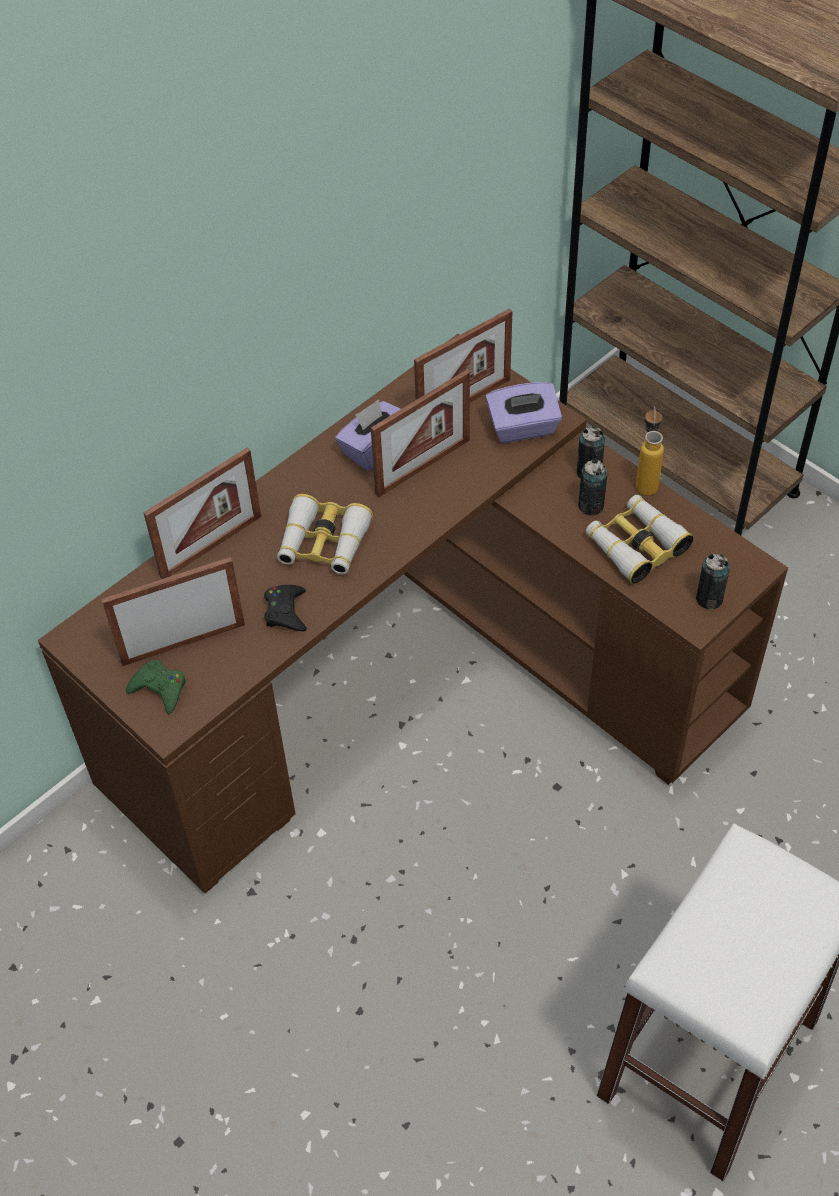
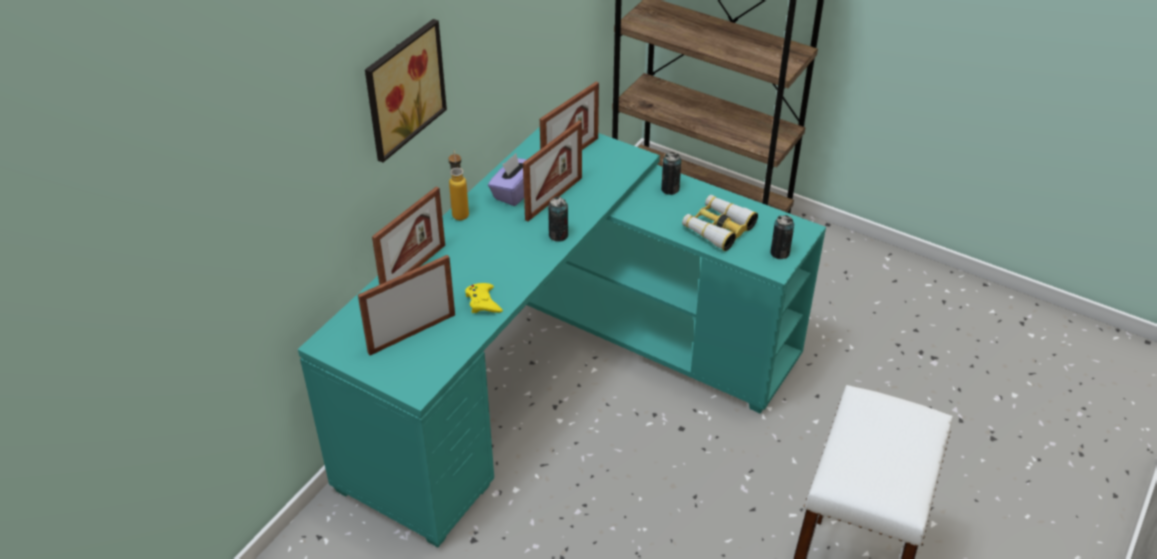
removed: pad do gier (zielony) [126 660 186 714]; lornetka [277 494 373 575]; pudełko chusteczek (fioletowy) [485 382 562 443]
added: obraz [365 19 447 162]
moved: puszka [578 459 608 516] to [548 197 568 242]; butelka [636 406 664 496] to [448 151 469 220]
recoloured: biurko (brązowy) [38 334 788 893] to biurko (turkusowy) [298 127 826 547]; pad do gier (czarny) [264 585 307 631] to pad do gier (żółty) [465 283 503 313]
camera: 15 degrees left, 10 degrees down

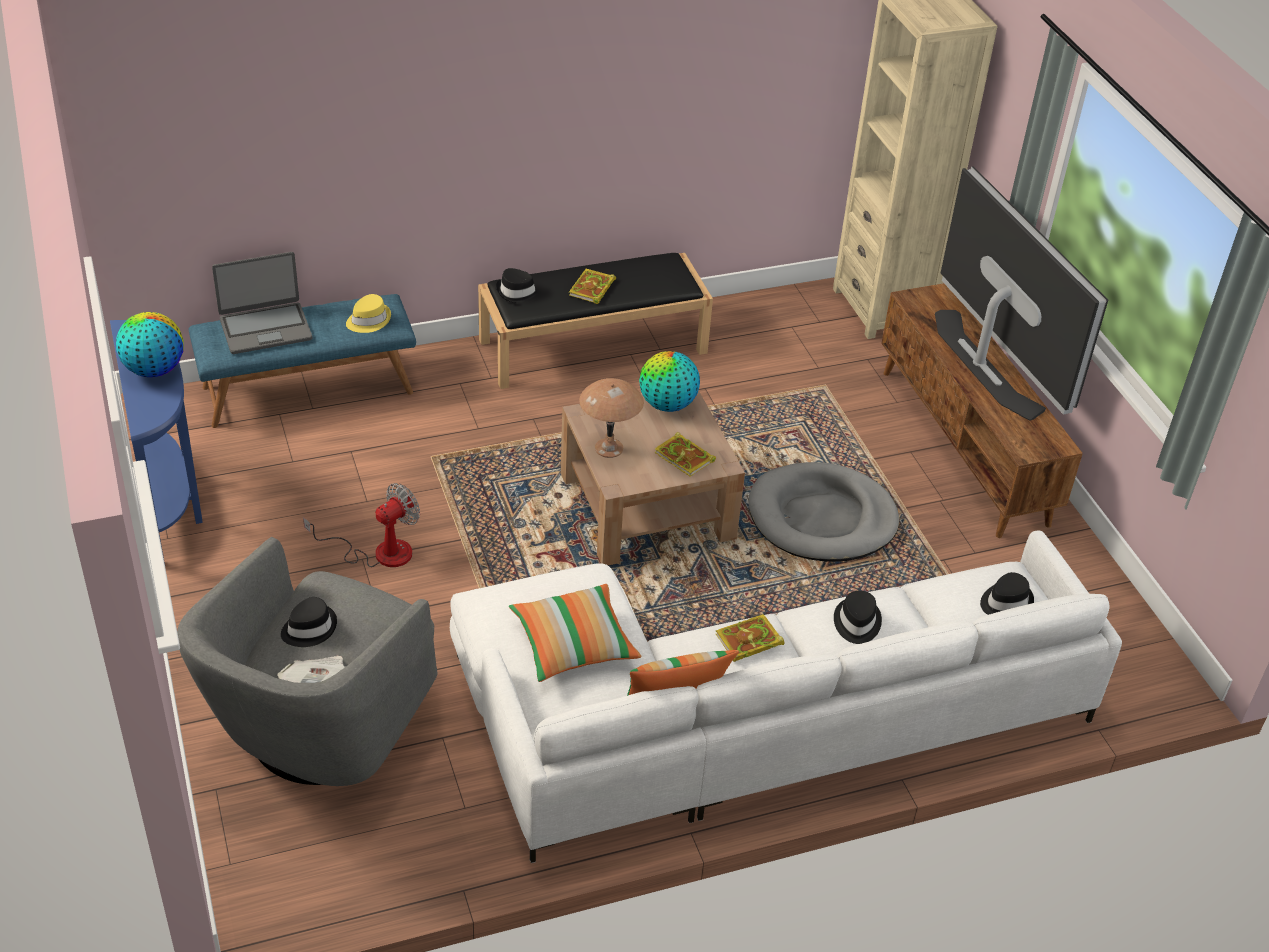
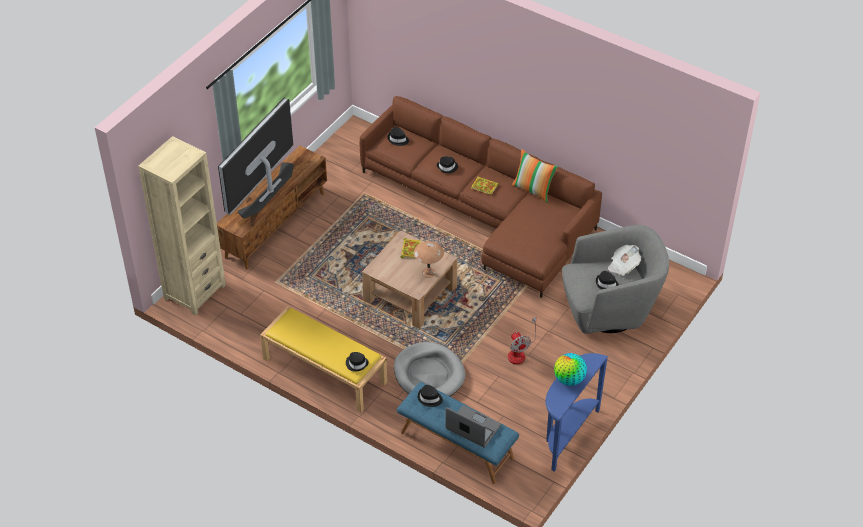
removed: poduszka [509 584 641 682]; książka [569 269 616 304]; globus [639 351 700 412]
moved: legowisko (szary) [749 462 899 561] to [394 342 465 396]
recoloured: kapelusz (żółty) [346 294 391 333] to kapelusz (czarny) [418 385 443 407]; kanapa (biały) [450 530 1122 863] to kanapa (brązowy) [360 96 602 298]; ławka (czarny) [478 253 713 389] to ławka (żółty) [260 306 387 412]
turned: wentylator [303 483 420 567] = [508 317 536 364] 120 degrees counterclockwise
camera: 125 degrees left, 5 degrees up

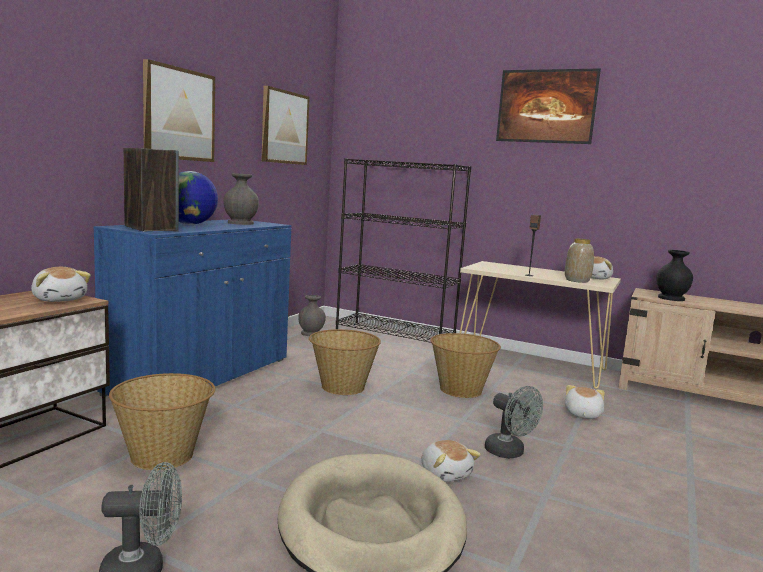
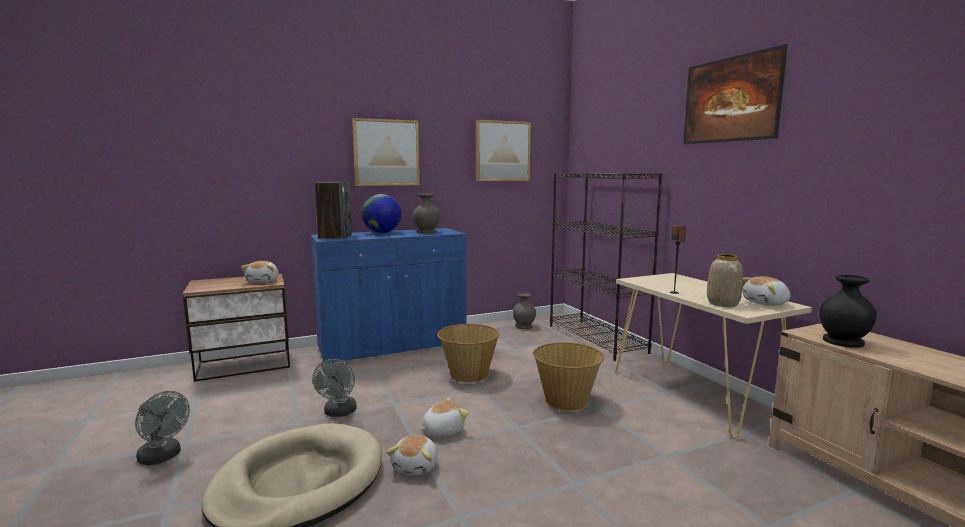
removed: koszyk [109 373 216 470]
moved: wentylator (szary) [485 386 543 458] to [312 359 356 417]; pluszak [565 385 605 419] to [420 398 469 437]
camera: 40 degrees right, 0 degrees up

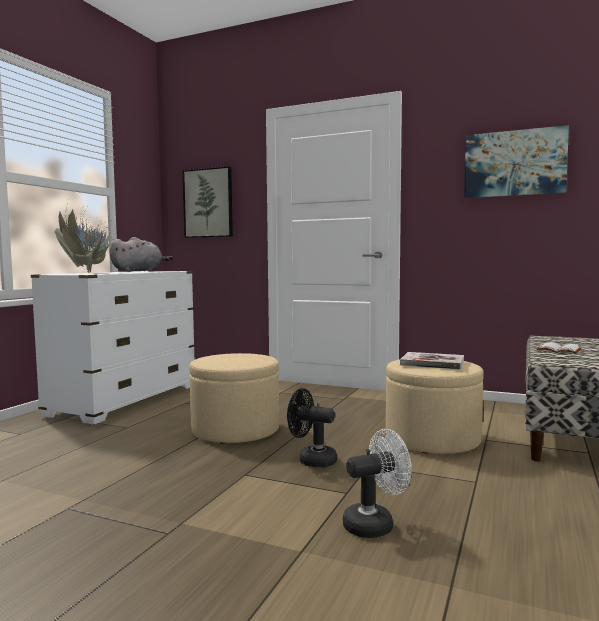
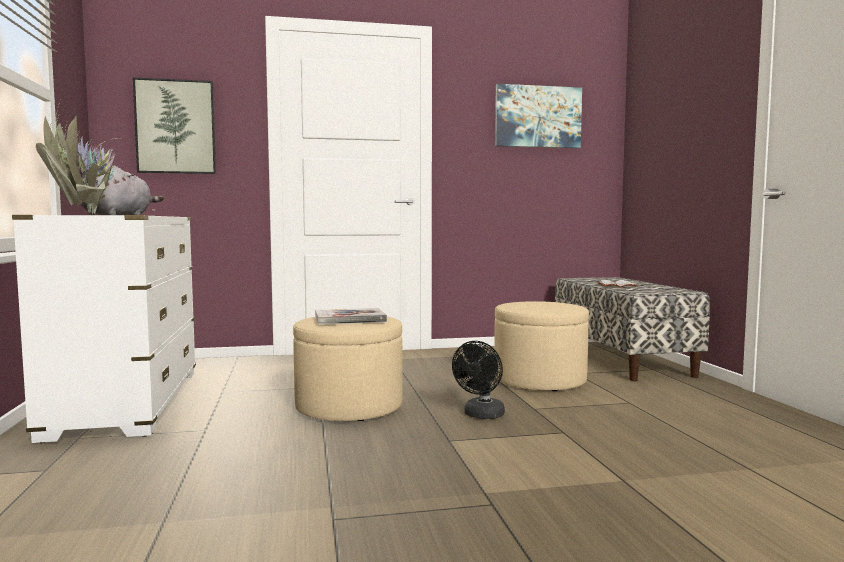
removed: wentylator (biały) [343 429 412 538]
moved: książka [400 352 464 370] to [315 308 387 325]
turned: wentylator (czarny) [287 388 337 467] = [452 341 505 419] 45 degrees counterclockwise
camera: 35 degrees left, 0 degrees up

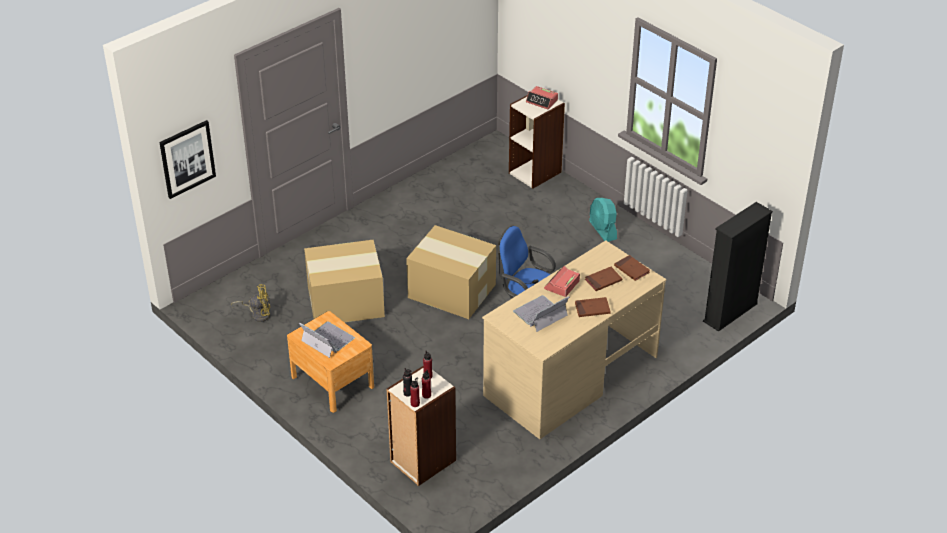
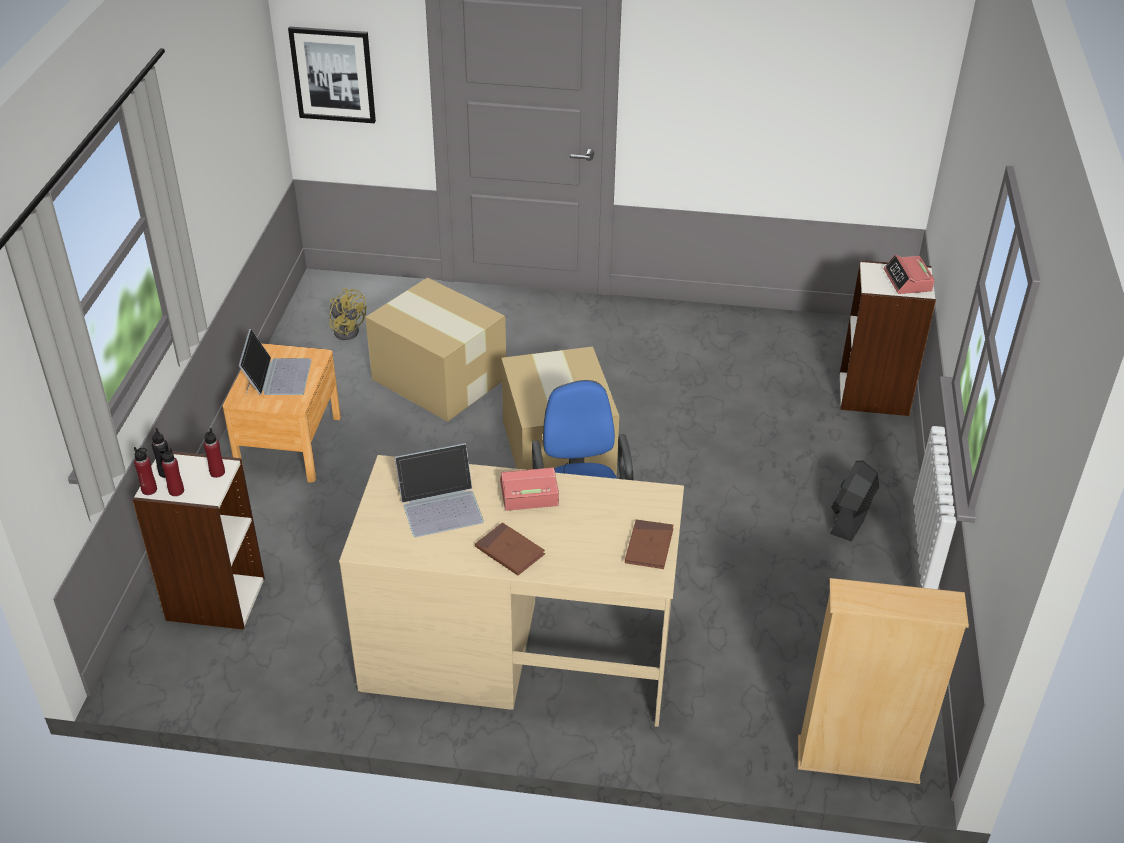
removed: książka (brązowy) [585 267 622 291]
recoloured: wentylator (turkusowy) [589 198 617 242] to wentylator (czarny) [830 460 879 541]; regał (czarny) [703 202 773 332] to regał (beżowy) [798 578 969 784]
turned: laptop [513 295 569 332] = [395 443 484 537] 150 degrees clockwise
camera: 50 degrees right, 0 degrees up

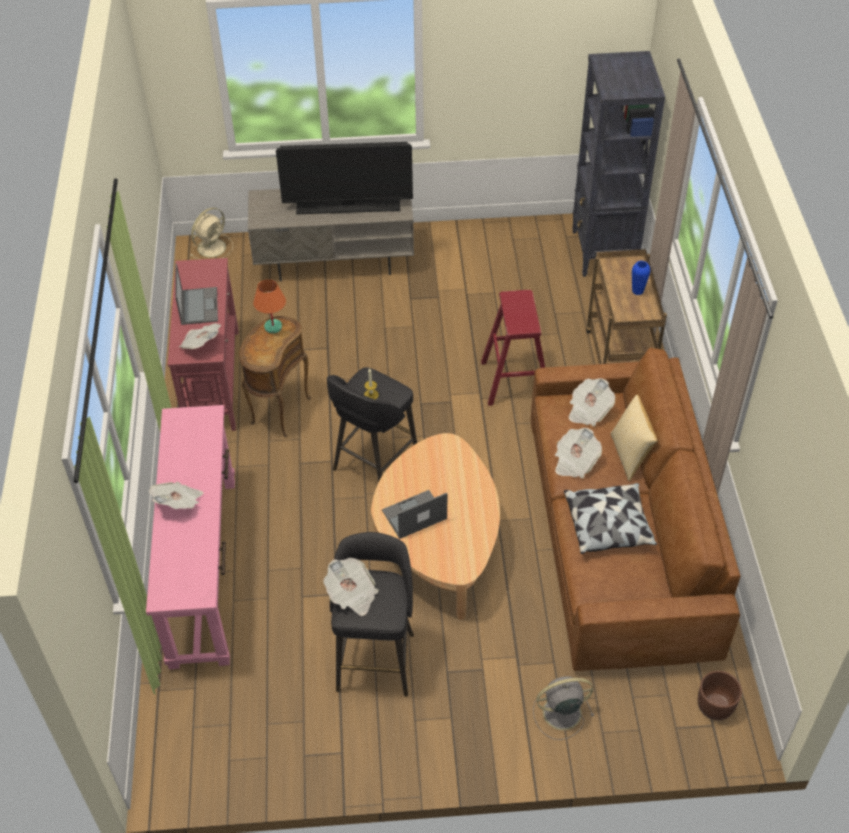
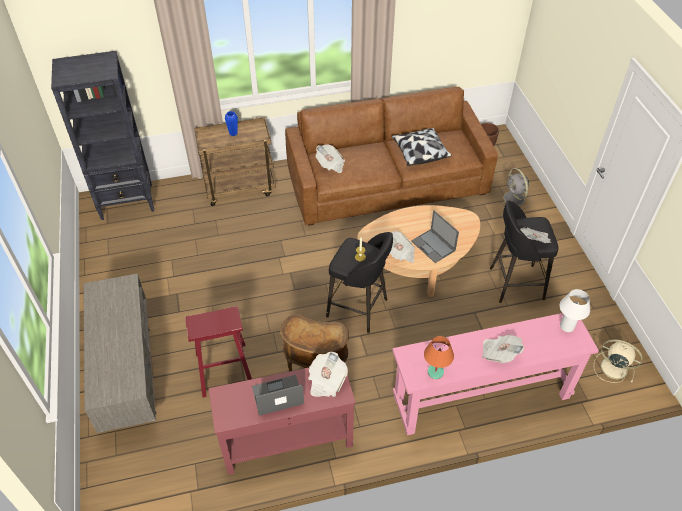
removed: telewizor [276 142 413 214]; poduszka [610 395 658 481]
added: lampa stołowa (biały) [560 289 590 332]
moved: wentylator (beżowy) [190 208 233 260] to [594 339 643 383]; lampa stołowa (pomarańczowy) [253 279 286 334] to [424 336 454 379]; stołek (czerwony) [481 290 545 406] to [185 306 252 398]; gazeta [555 428 602 478] to [390 231 415 263]
camera: 100 degrees left, 0 degrees up

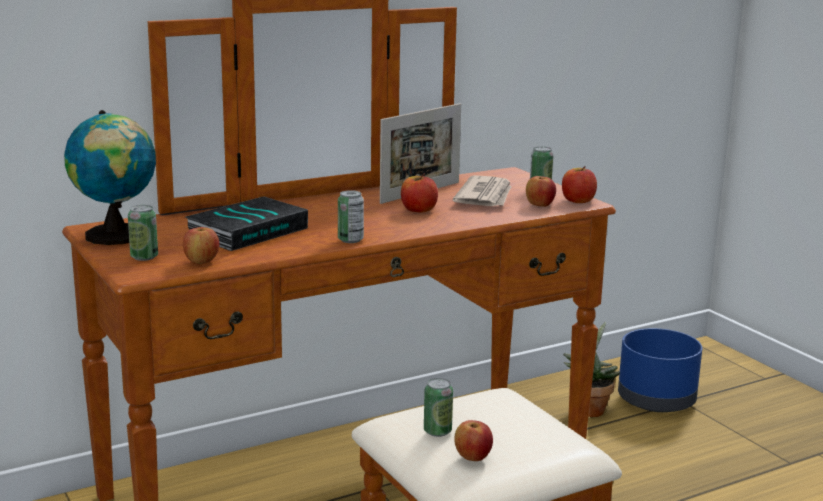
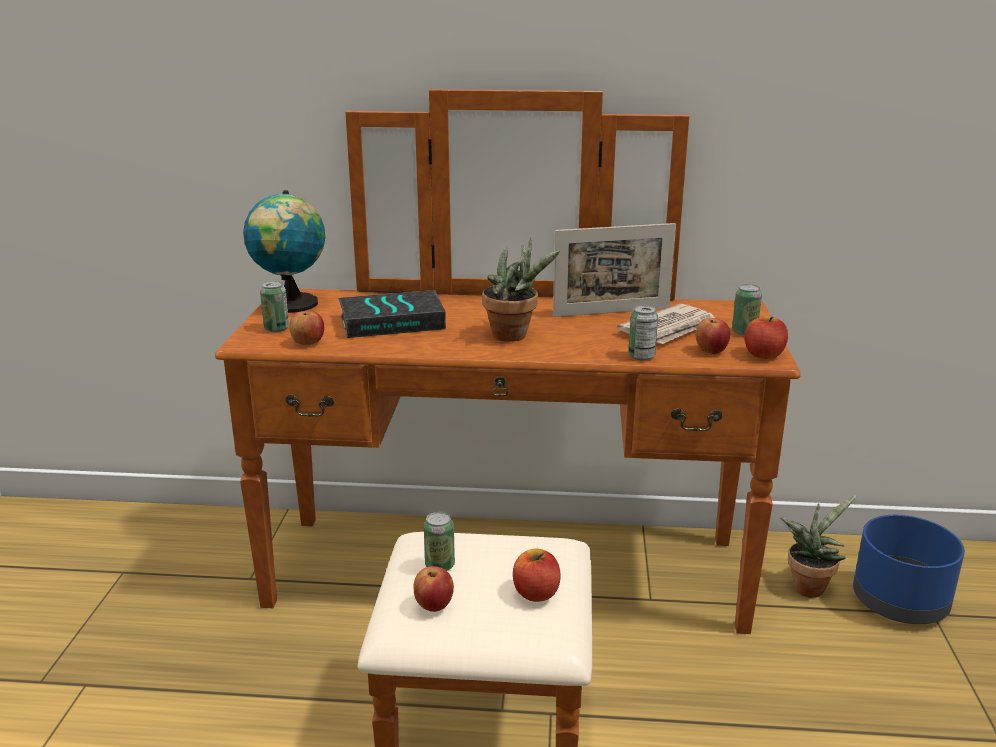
added: roślina doniczkowa [482 237 560 342]
moved: puszka [338 190 364 243] to [628 305 658 361]; jabłko [401 173 438 213] to [513 548 561 602]
camera: 35 degrees right, 5 degrees up

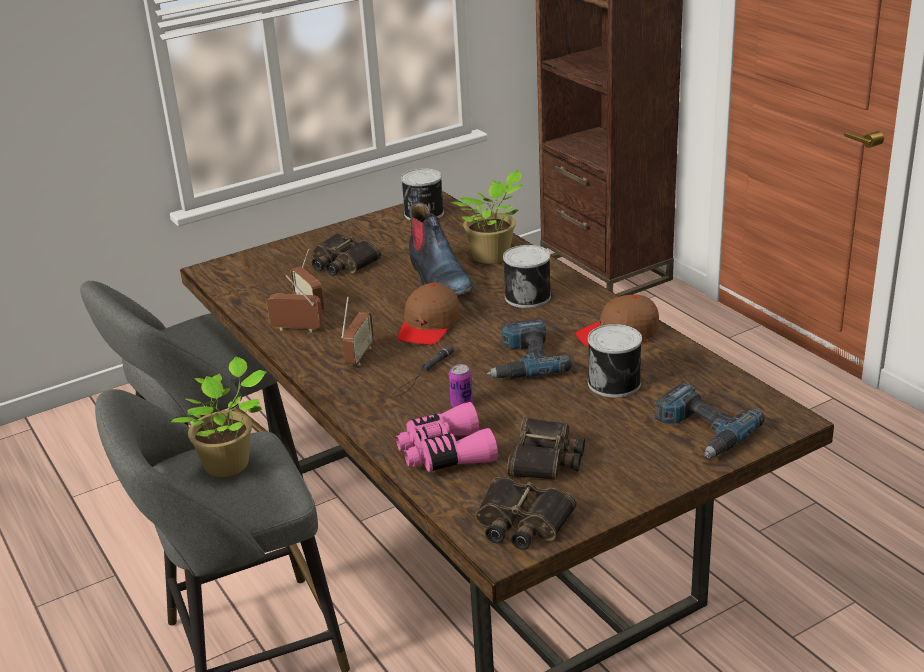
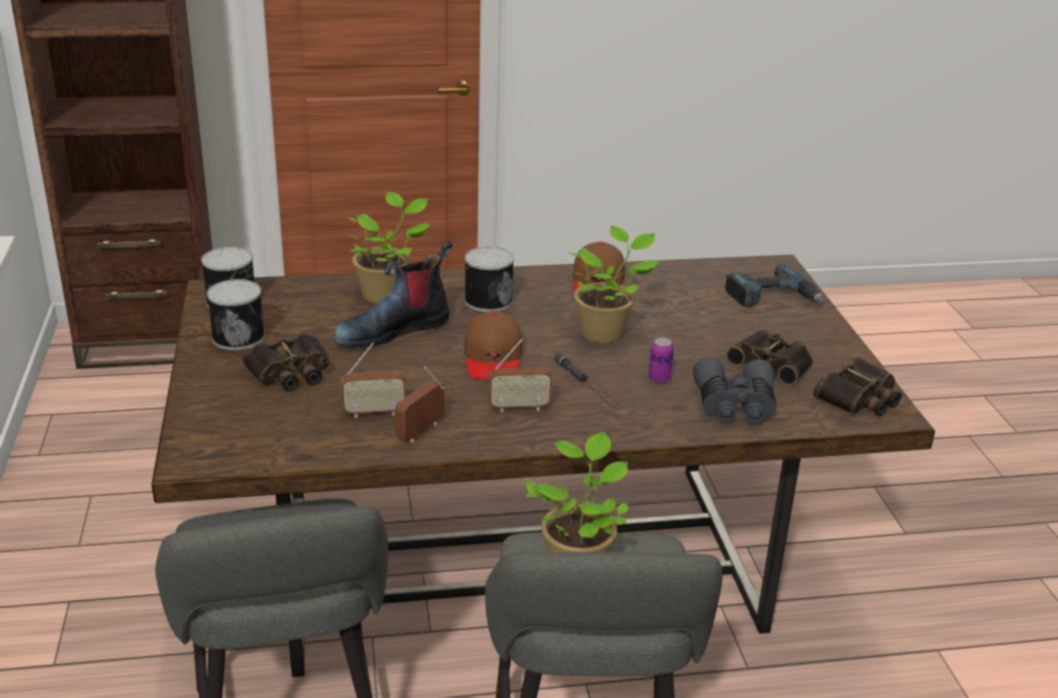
moved: puszka [588 324 642 398] to [207 279 265 350]
replaced: wiertarka [487 319 572 379] to roślina doniczkowa [568 226 660 343]
recoloured: lornetka (różowy) [396 402 498 472] to lornetka (szary) [693 357 777 422]
turned: radio [341 296 374 366] = [488 339 552 413] 135 degrees clockwise; czapka z daszkiem (brązowy) [398 282 460 345] = [464 311 522 379] 45 degrees clockwise; but z cholewką [409 188 473 295] = [334 241 452 347] 150 degrees clockwise
camera: 70 degrees left, 0 degrees up

